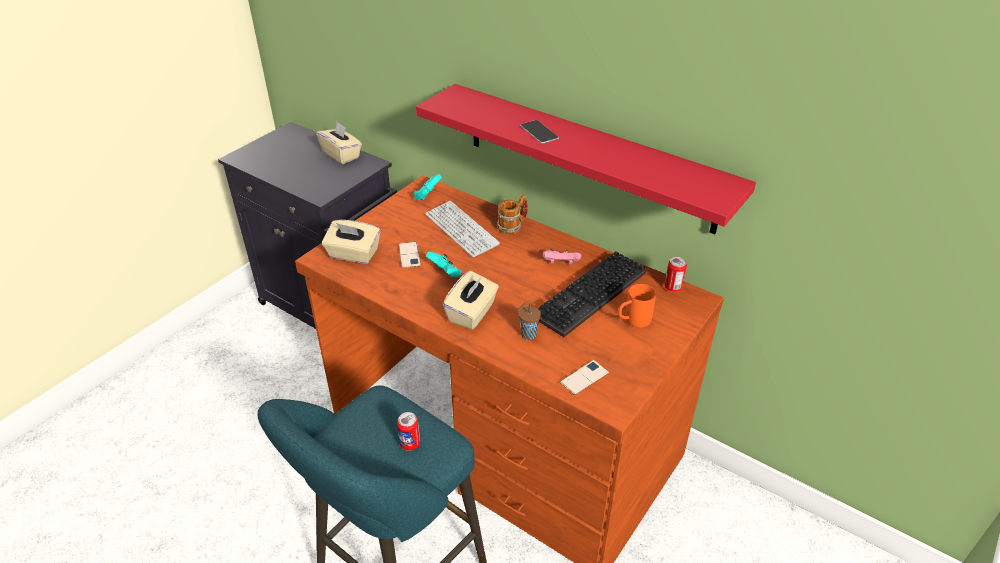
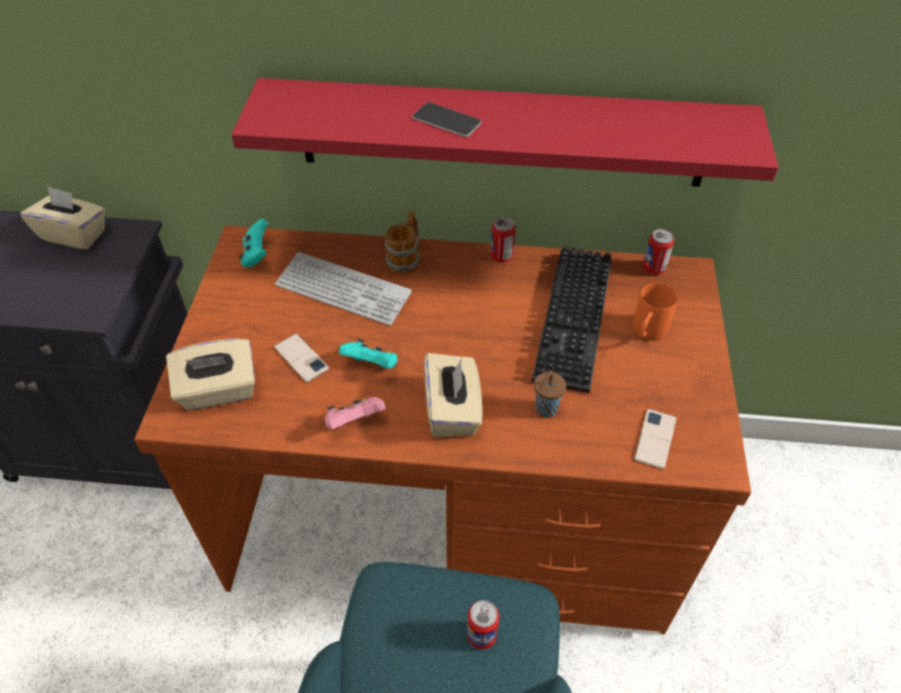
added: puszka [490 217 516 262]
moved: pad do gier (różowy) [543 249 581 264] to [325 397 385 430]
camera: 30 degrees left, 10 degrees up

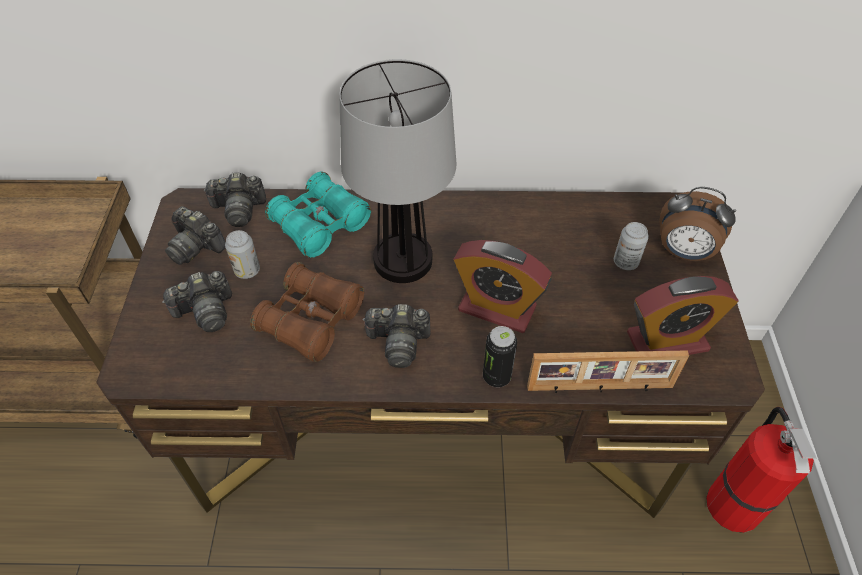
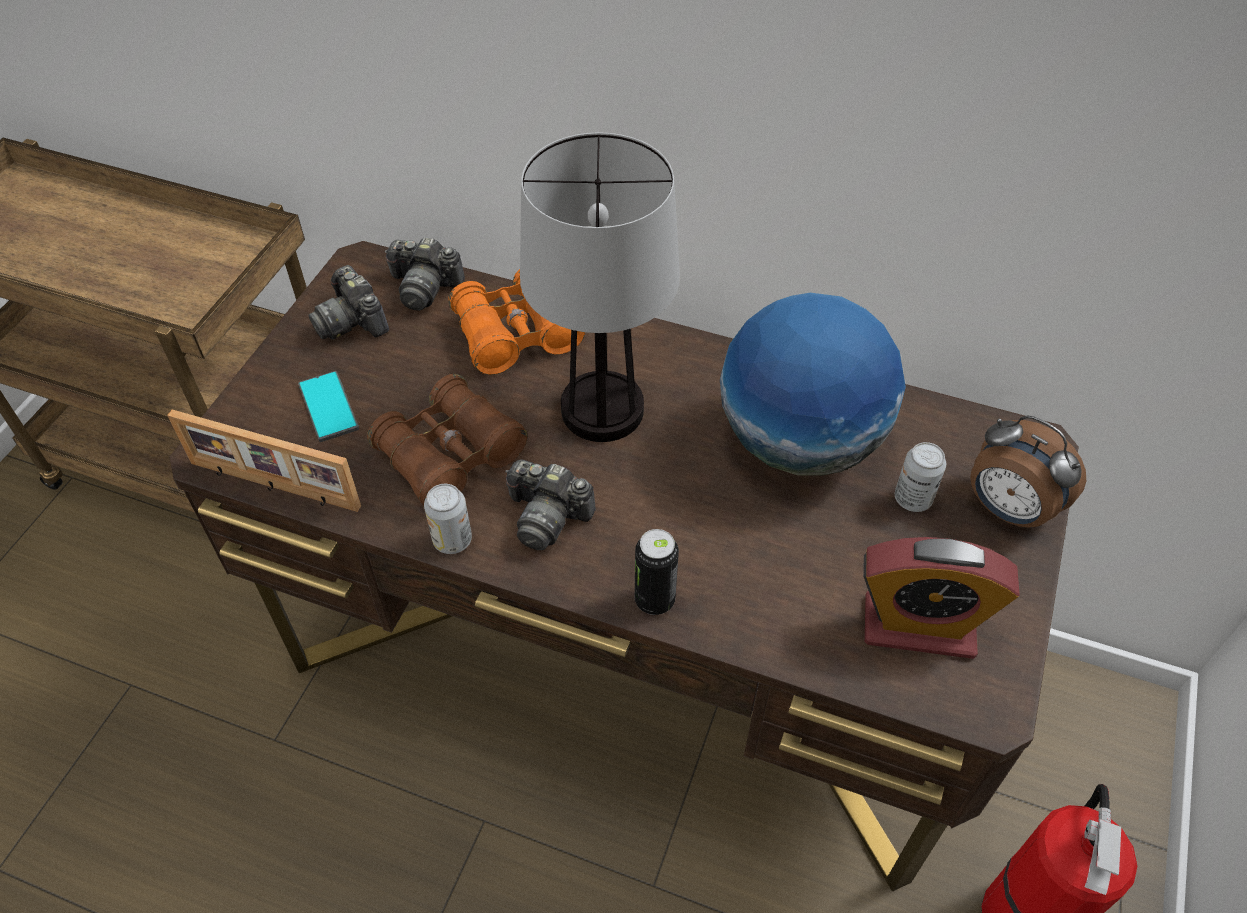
removed: budzik [453 240 552 333]
added: globus [720 293 906 475]
moved: puszka [225 230 260 279] to [424 484 472 554]; ramka na zdjęcie [527 350 689 393] to [167 410 361 512]
replaced: aparat fotograficzny [162 271 232 332] to telefon [298 371 359 442]
recoloured: lornetka (turkusowy) [265 171 371 258] to lornetka (pomarańczowy) [448 269 585 375]
camera: 20 degrees right, 0 degrees up

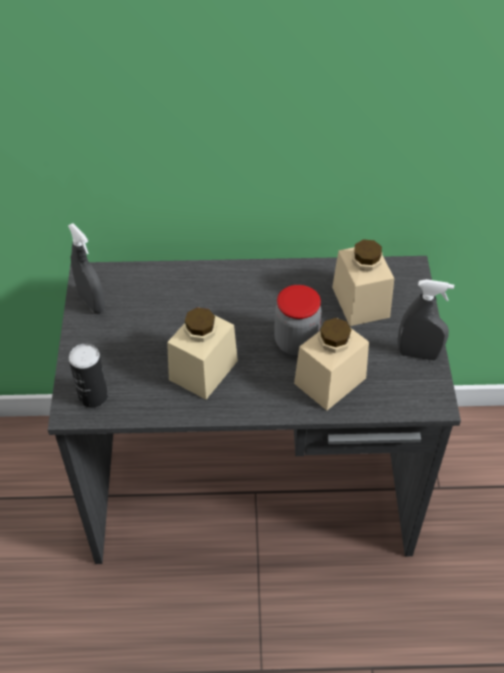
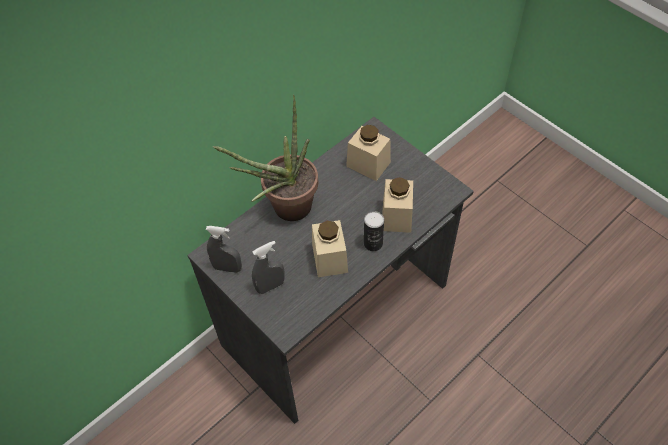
removed: słoik [274 285 322 355]
added: roślina doniczkowa [213 95 319 221]
moved: puszka [68 344 108 408] to [364 211 384 251]; spryskiwacz (szary) [398 279 454 360] to [252 241 285 294]
camera: 40 degrees left, 5 degrees up

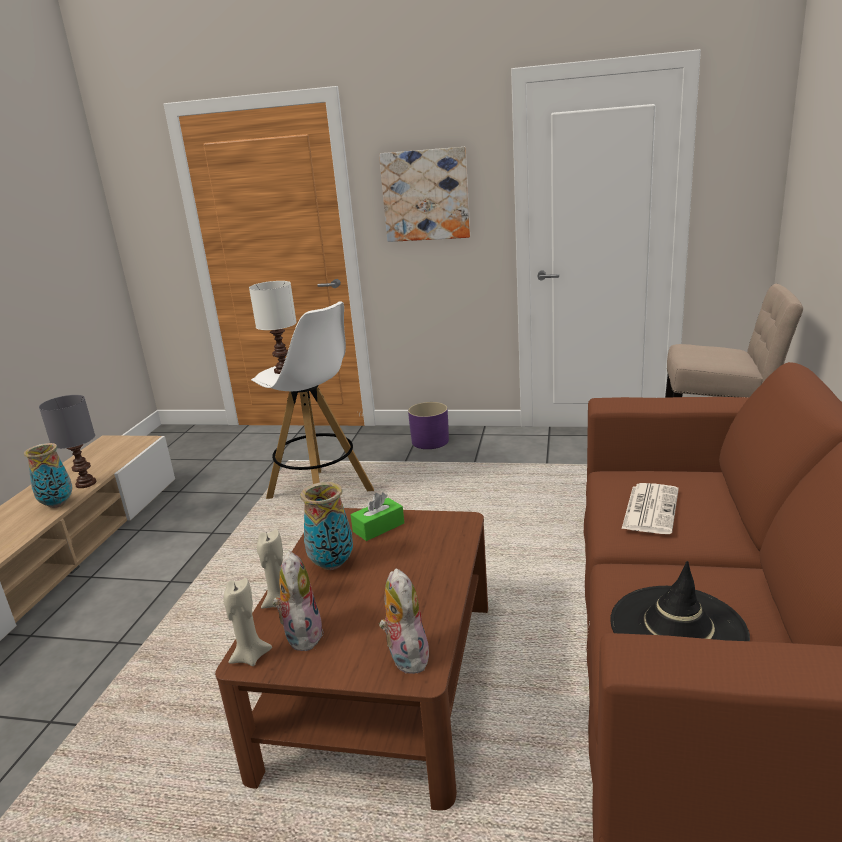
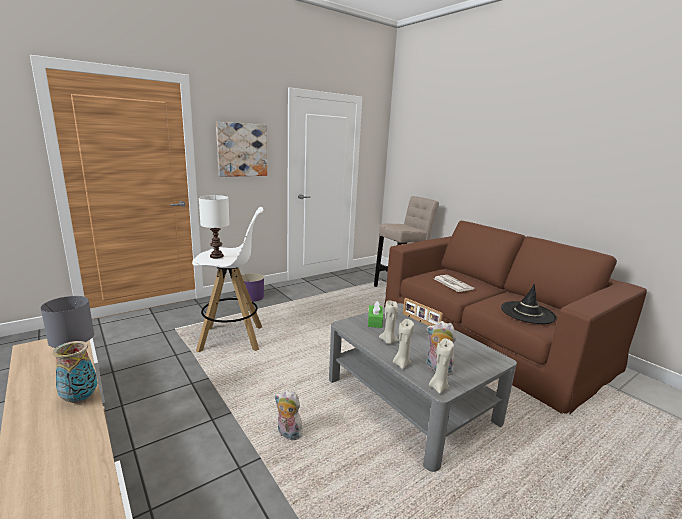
added: ramka na zdjęcie [403 298 443 326]
moved: pluszak [379 568 429 674] to [275 390 304 440]
replaced: wazon [300 482 353 570] to świeca (beżowy) [379 300 399 344]
recoloured: ława (brązowy) [215 508 488 811] to ława (szary) [329 303 517 472]
camera: 50 degrees left, 5 degrees down

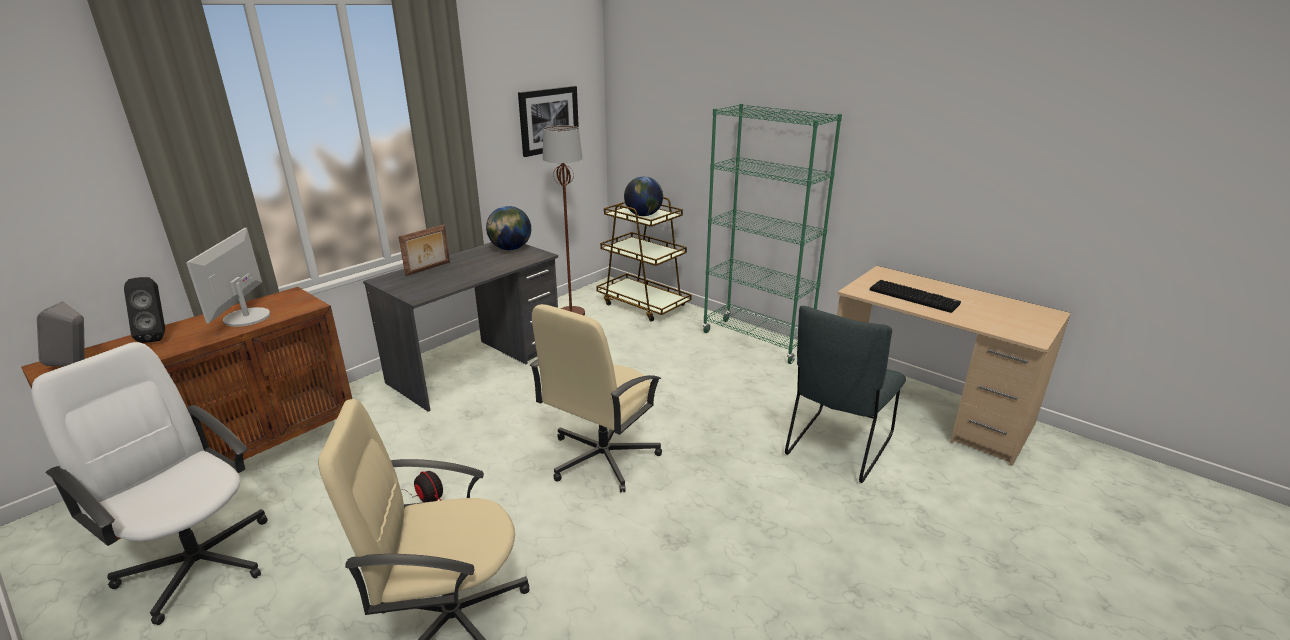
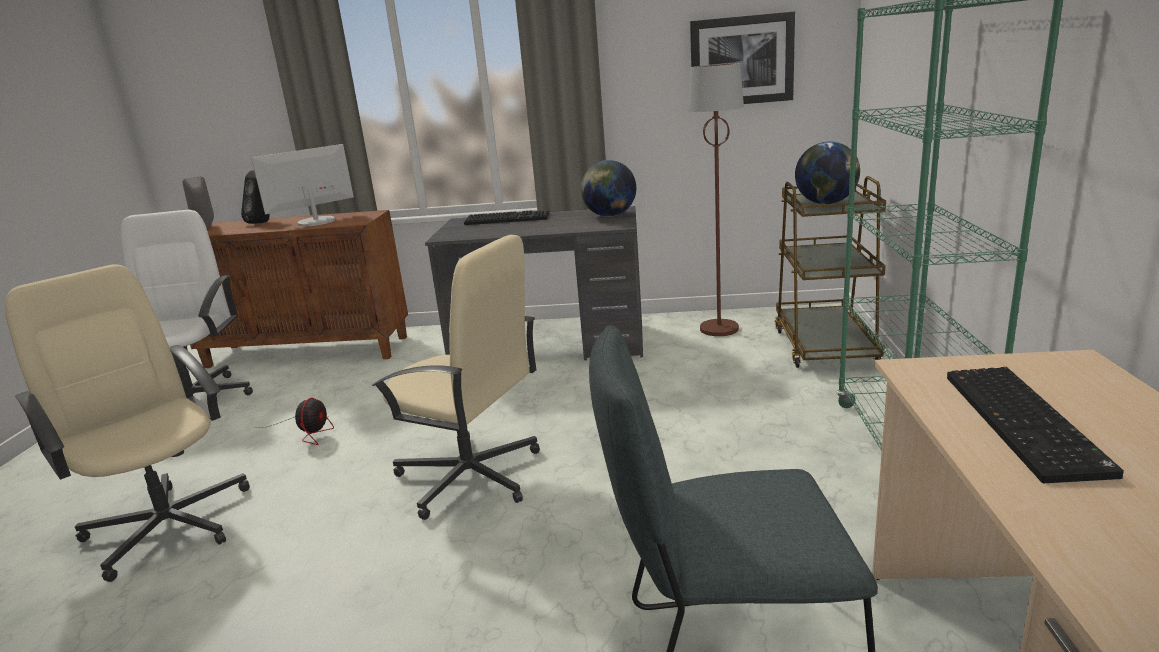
replaced: ramka na zdjęcie [398 225 450 276] to klawiatura [464 210 549 225]
turned: krzesło biurowe (beżowy) [530 304 662 493] = [372 235 540 520] 150 degrees counterclockwise
camera: 55 degrees right, 5 degrees down

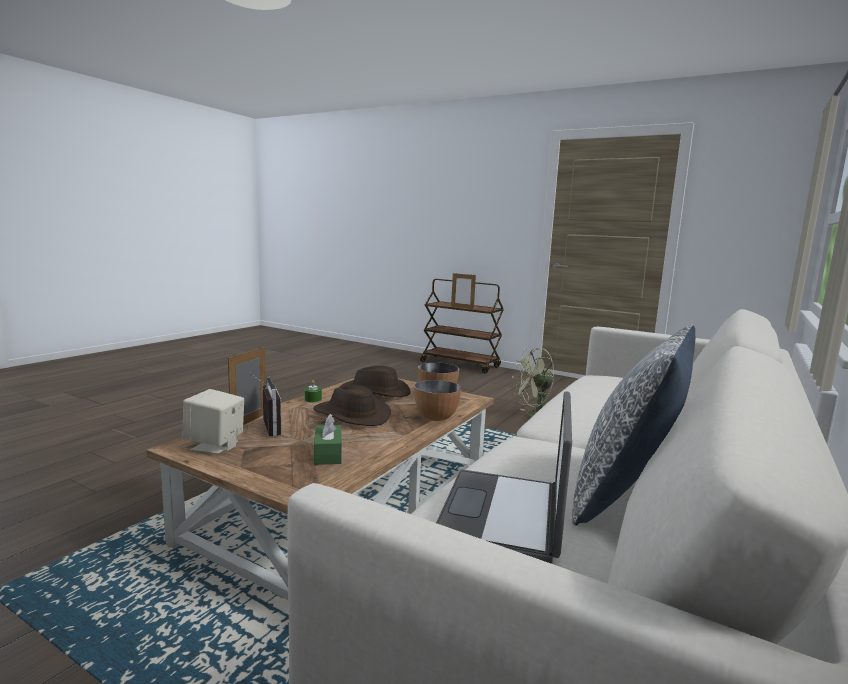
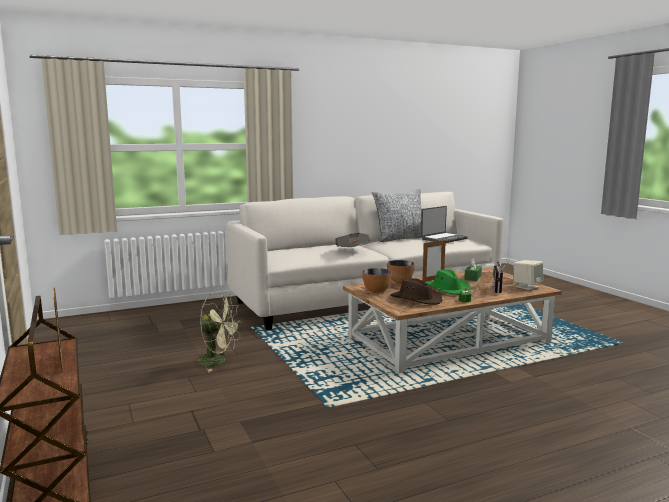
added: gazeta [335 233 370 247]
moved: ramka na zdjęcie [228 347 266 425] to [422 240 446 282]
recoloured: kapelusz (brązowy) [313 385 391 426] to kapelusz (zielony) [425 270 470 295]
camera: 145 degrees left, 0 degrees up

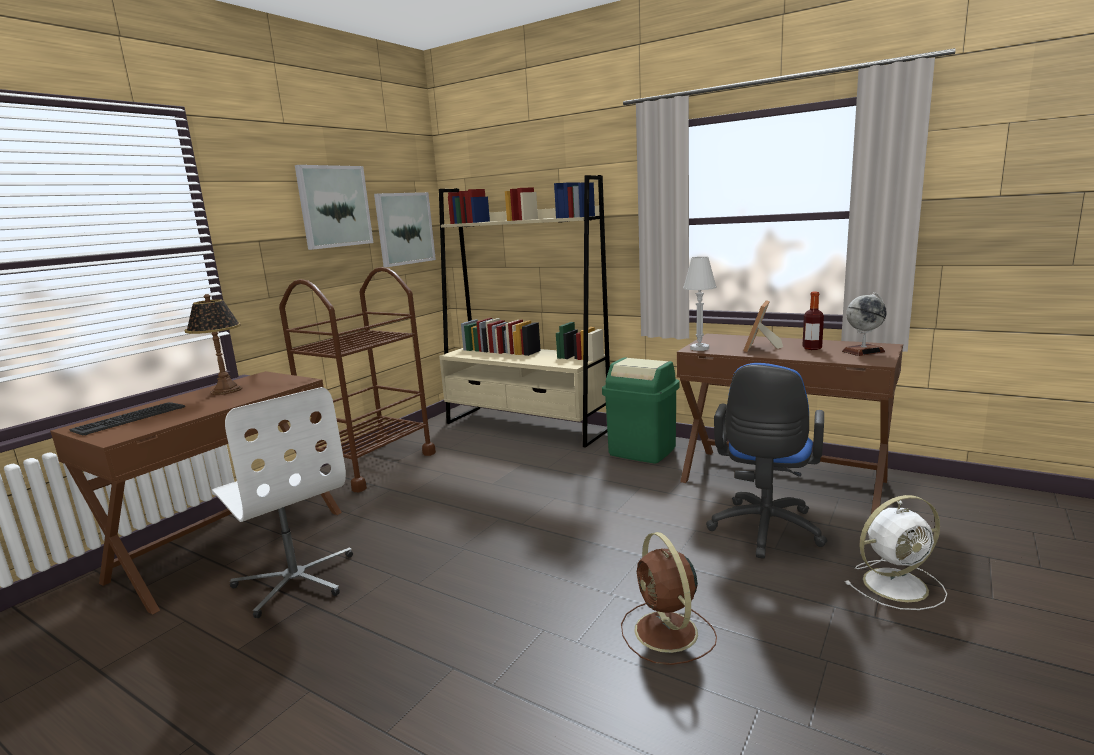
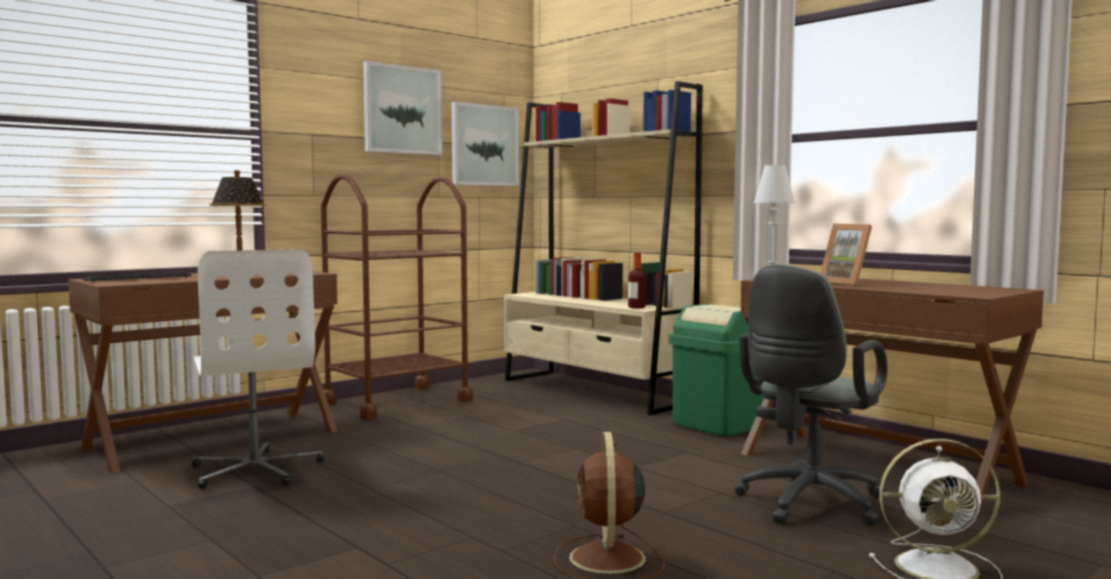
removed: globus [842 292 887 356]
moved: butelka [802 292 824 350] to [628 253 646 308]
recoloured: krzesło biurowe (niebieski) [706 363 827 559] to krzesło biurowe (szary) [734 264 887 525]
turned: ramka na zdjęcie [743 300 783 352] = [820 224 872 286] 75 degrees counterclockwise
camera: 15 degrees right, 10 degrees down

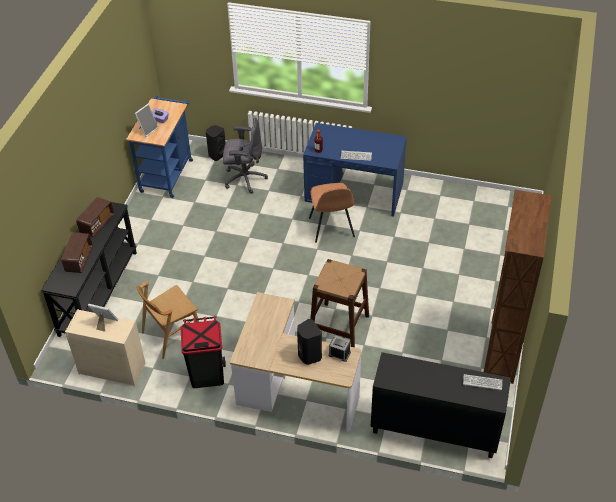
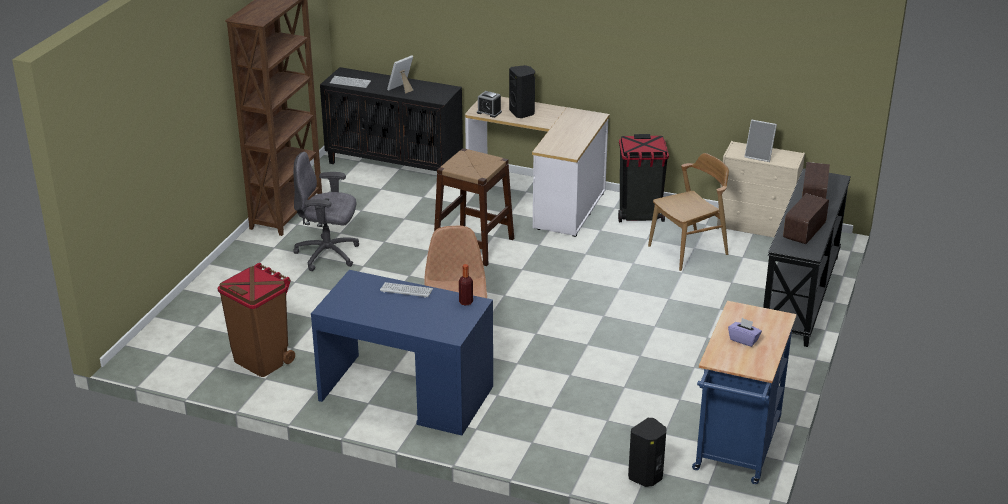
added: kosz na śmieci (brązowy) [218 263 295 377]
moved: ramka na zdjęcie [135 104 159 137] to [387 55 413 94]; krzesło biurowe (szary) [223 117 268 194] to [293 152 359 271]
camera: 175 degrees left, 15 degrees down

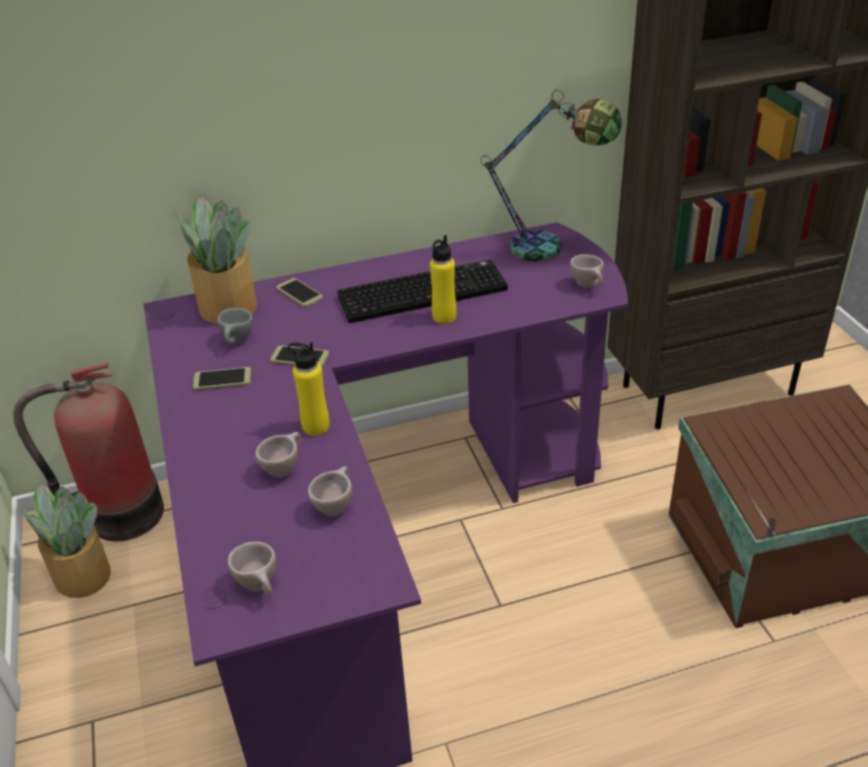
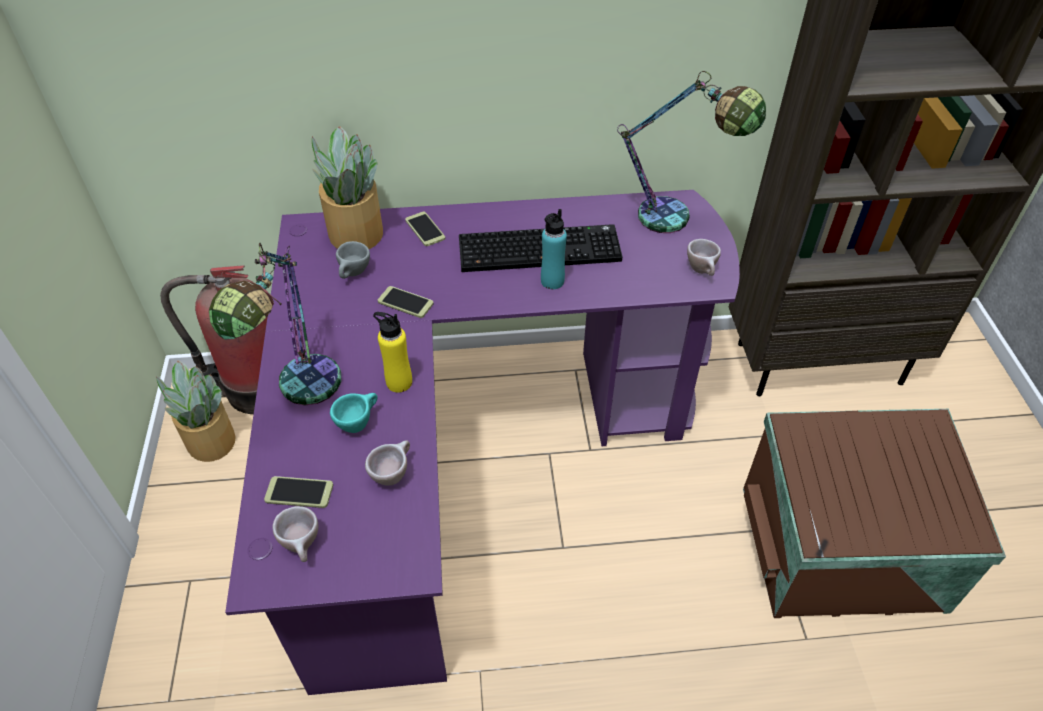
added: lampa stołowa [209 242 341 405]
moved: telefon [193 367 251 391] to [264 476 333 508]
recoloured: filiżanka (beżowy) [255 432 301 478] to filiżanka (turkusowy) [330 393 378 433]; butelka (żółty) [430 235 457 324] to butelka (turkusowy) [541 209 567 289]
camera: 10 degrees right, 10 degrees up

